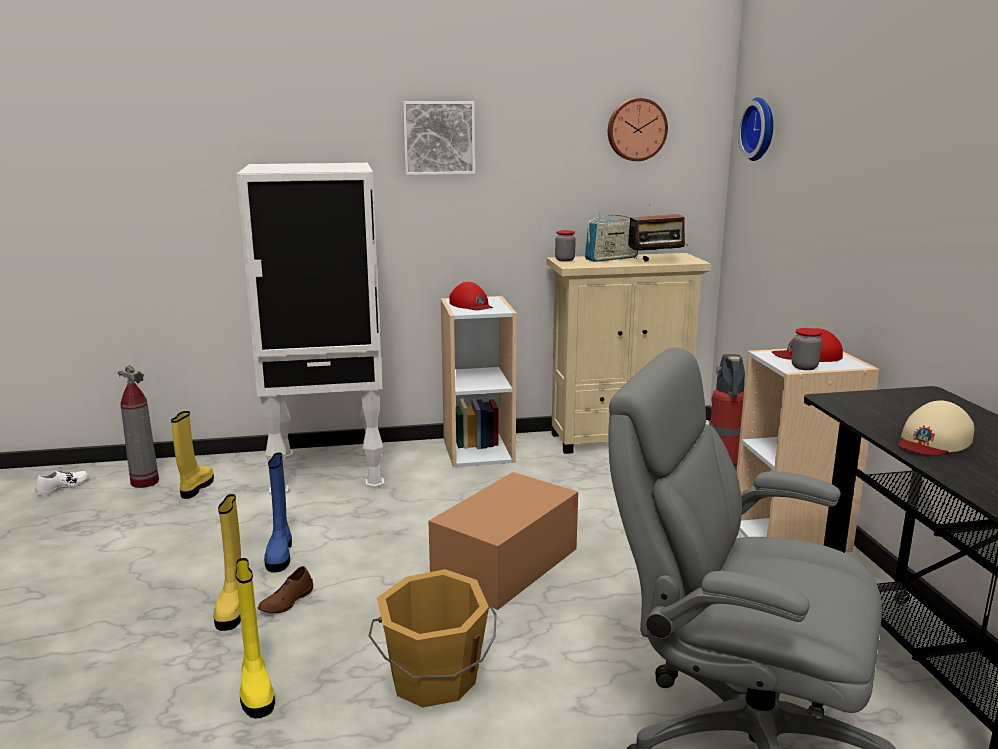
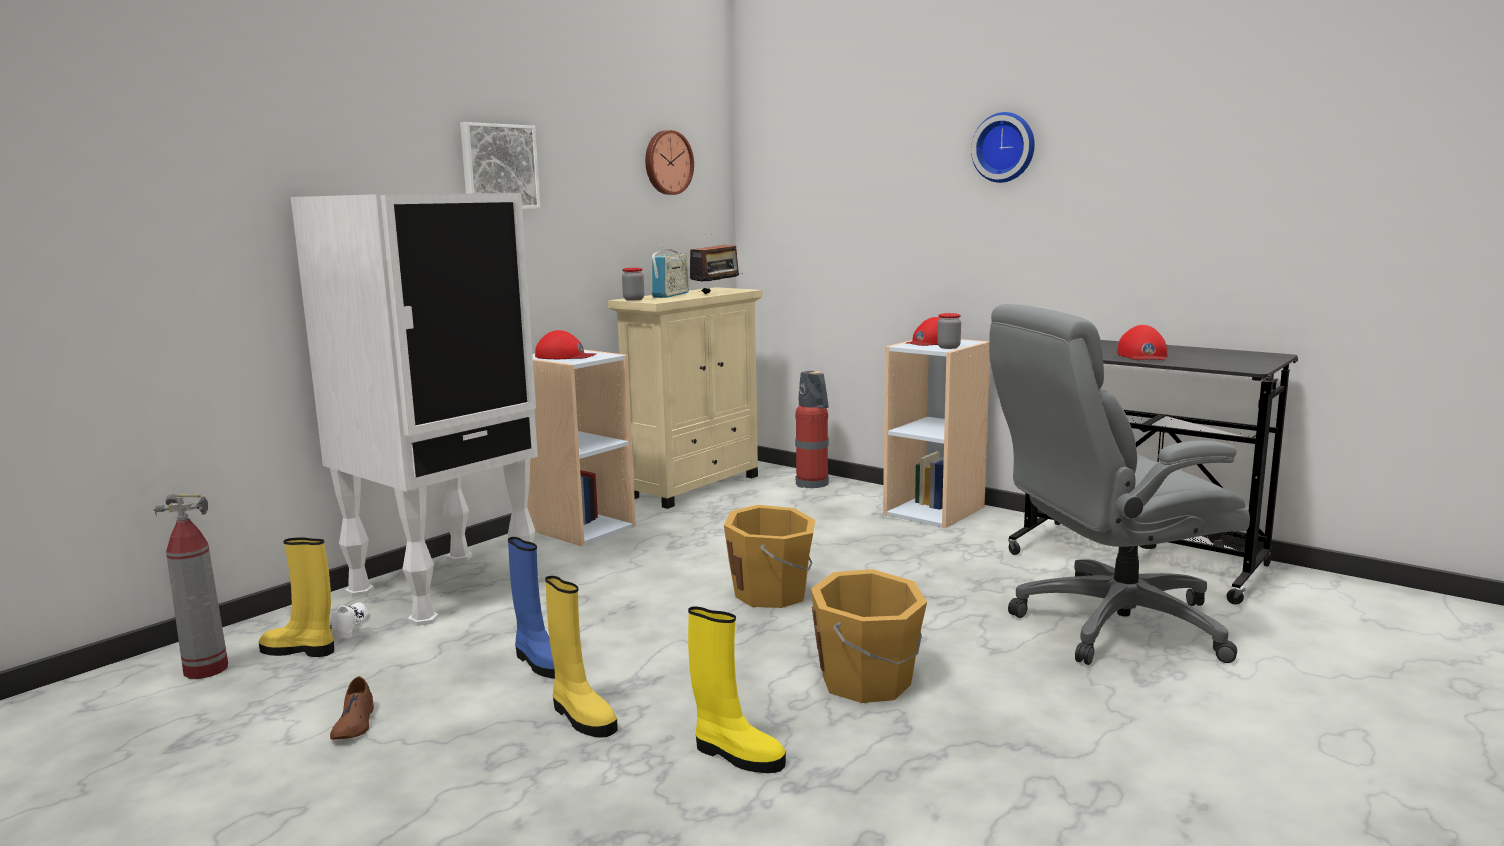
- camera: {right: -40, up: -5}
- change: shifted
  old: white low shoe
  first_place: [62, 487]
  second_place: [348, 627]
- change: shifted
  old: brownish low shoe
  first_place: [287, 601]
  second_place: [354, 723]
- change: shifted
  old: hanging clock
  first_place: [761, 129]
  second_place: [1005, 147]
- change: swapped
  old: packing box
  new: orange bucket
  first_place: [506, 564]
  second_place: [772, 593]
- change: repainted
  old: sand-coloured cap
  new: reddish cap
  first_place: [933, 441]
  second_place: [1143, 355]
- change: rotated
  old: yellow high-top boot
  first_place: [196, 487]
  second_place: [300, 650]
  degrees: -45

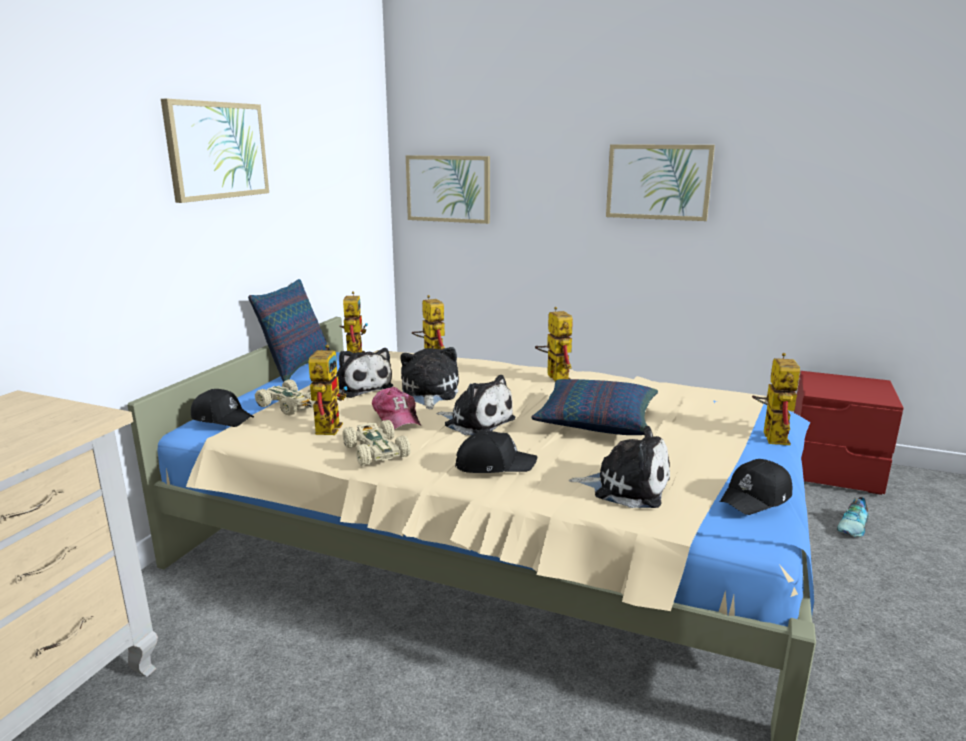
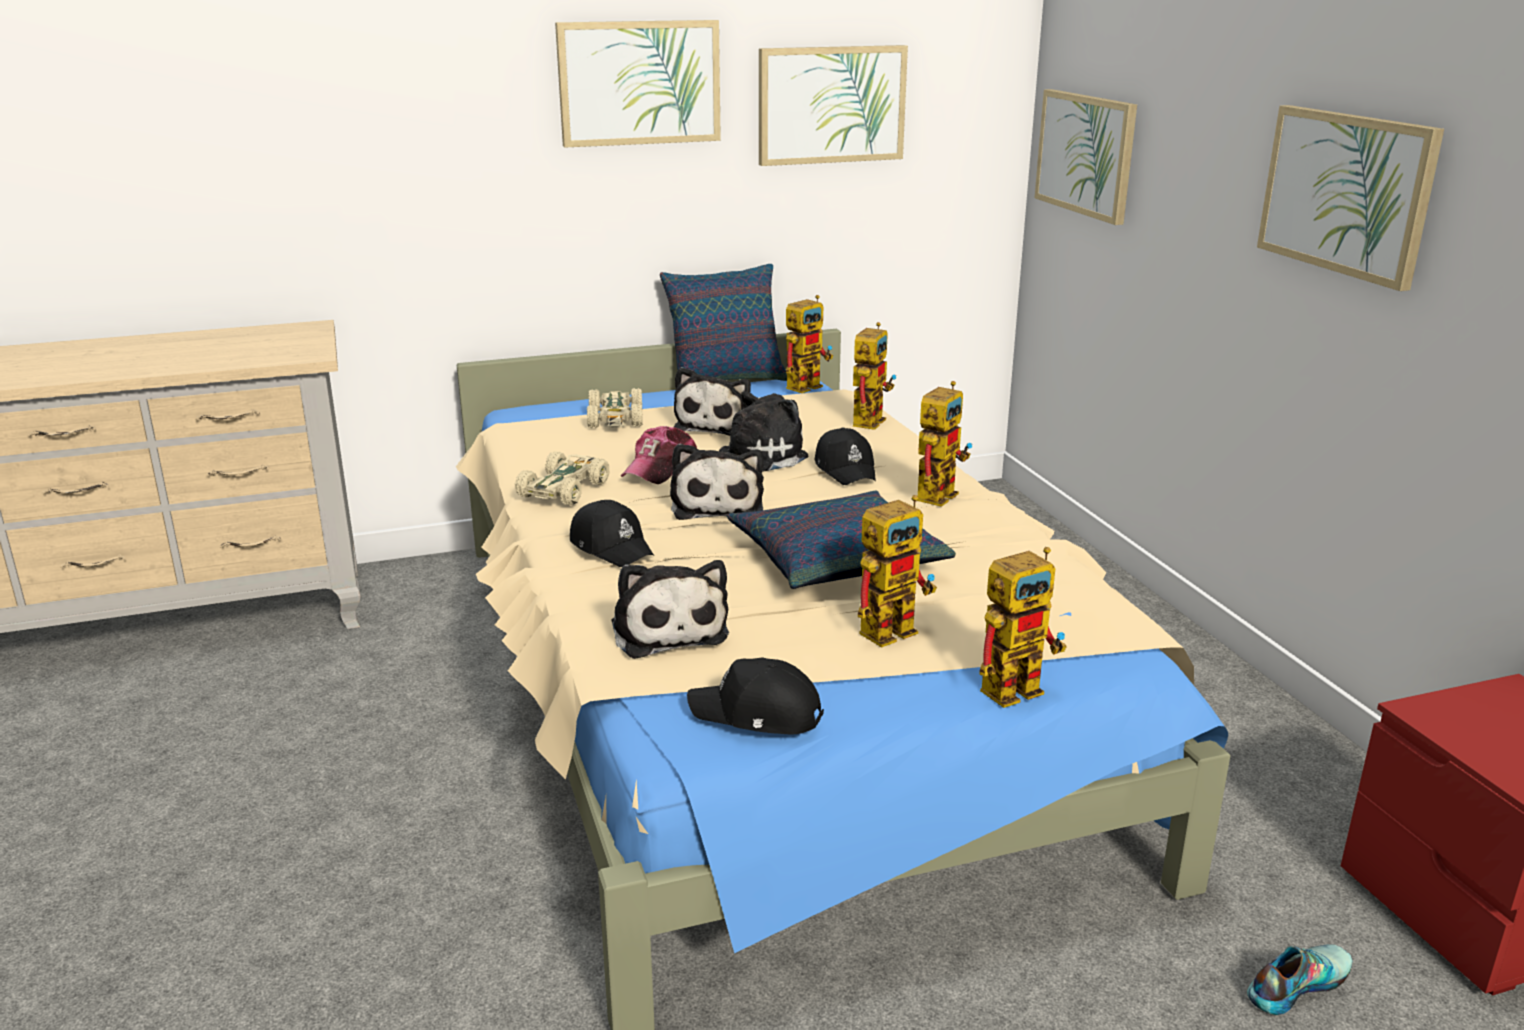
- camera: {right: 50, up: 5}
- change: new
  new: picture
  second_place: [831, 105]
- change: shifted
  old: black-coloured cap
  first_place: [222, 418]
  second_place: [846, 469]
- change: shifted
  old: toy robot
  first_place: [328, 426]
  second_place: [894, 627]
- change: rotated
  old: low shoe
  first_place: [854, 526]
  second_place: [1295, 983]
  degrees: 150

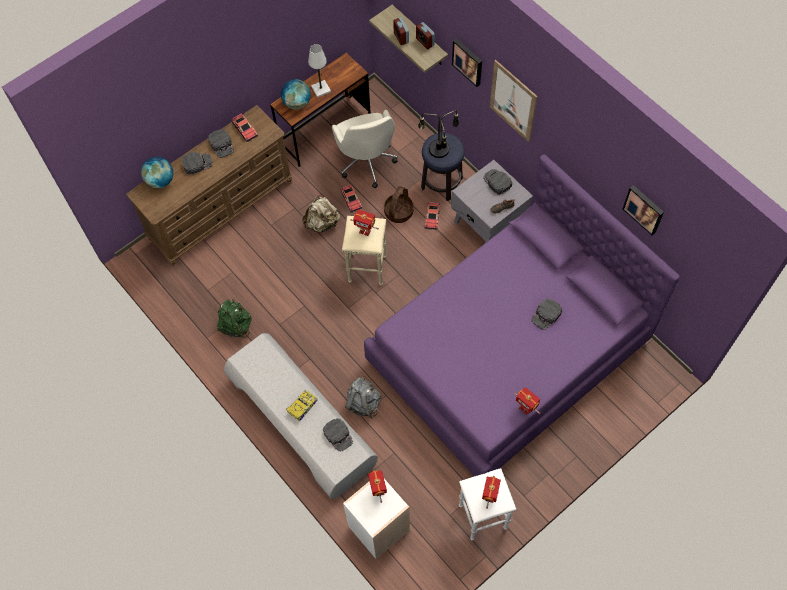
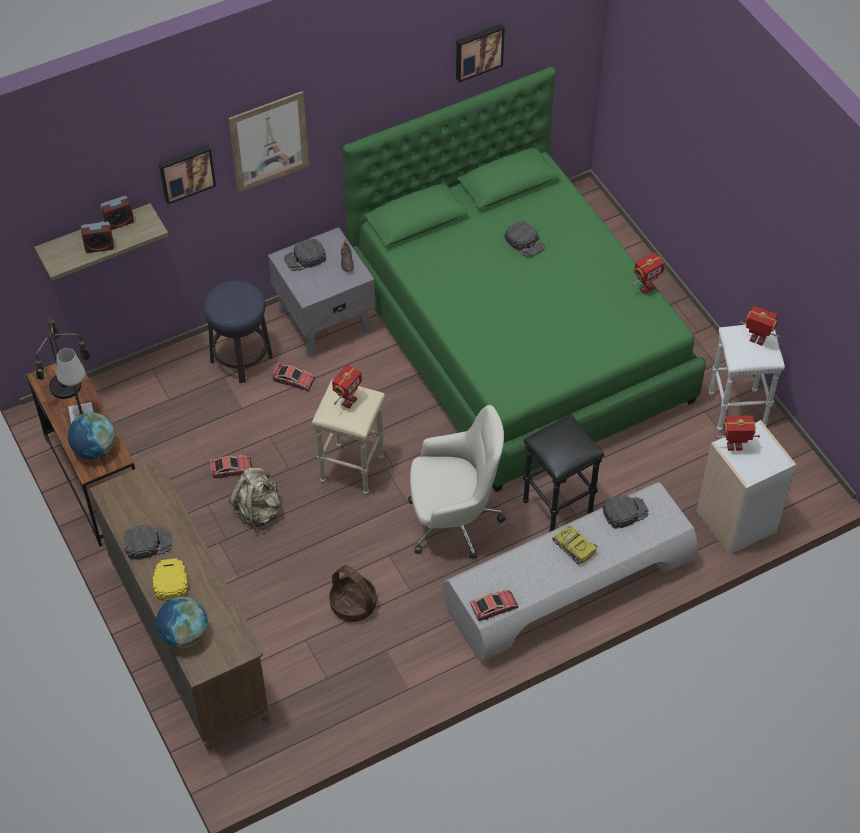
- camera: {right: -80, up: -10}
- change: gone
  old: greenish backpack
  first_place: [236, 325]
- change: shifted
  old: toy car
  first_place: [245, 130]
  second_place: [494, 607]
- change: shifted
  old: sand-coloured computer chair
  first_place: [367, 162]
  second_place: [454, 522]
- change: shifted
  old: basket
  first_place: [398, 211]
  second_place: [353, 604]
- change: shifted
  old: lamp for a table
  first_place: [438, 149]
  second_place: [66, 386]
- change: swapped
  old: greyish backpack
  new: black-coloured stool
  first_place: [363, 403]
  second_place: [557, 508]
- change: repainted
  old: black-coloured cap
  new: yellow cap
  first_place: [197, 163]
  second_place: [170, 580]
- change: repainted
  old: purplish bed
  new: greenish bed
  first_place: [508, 351]
  second_place: [519, 339]

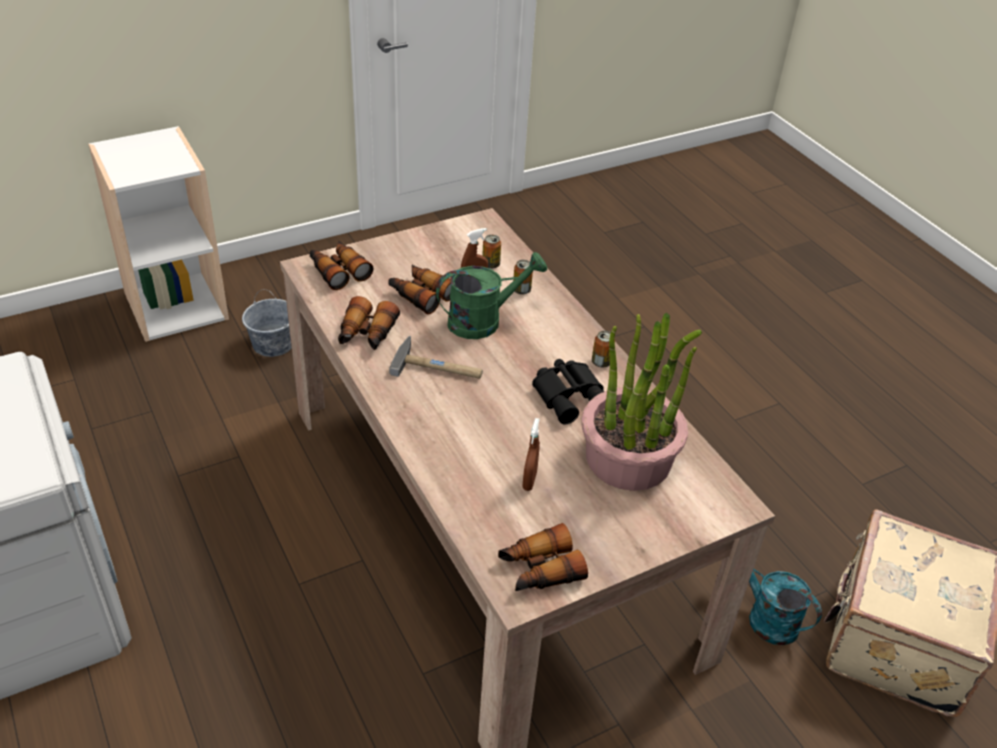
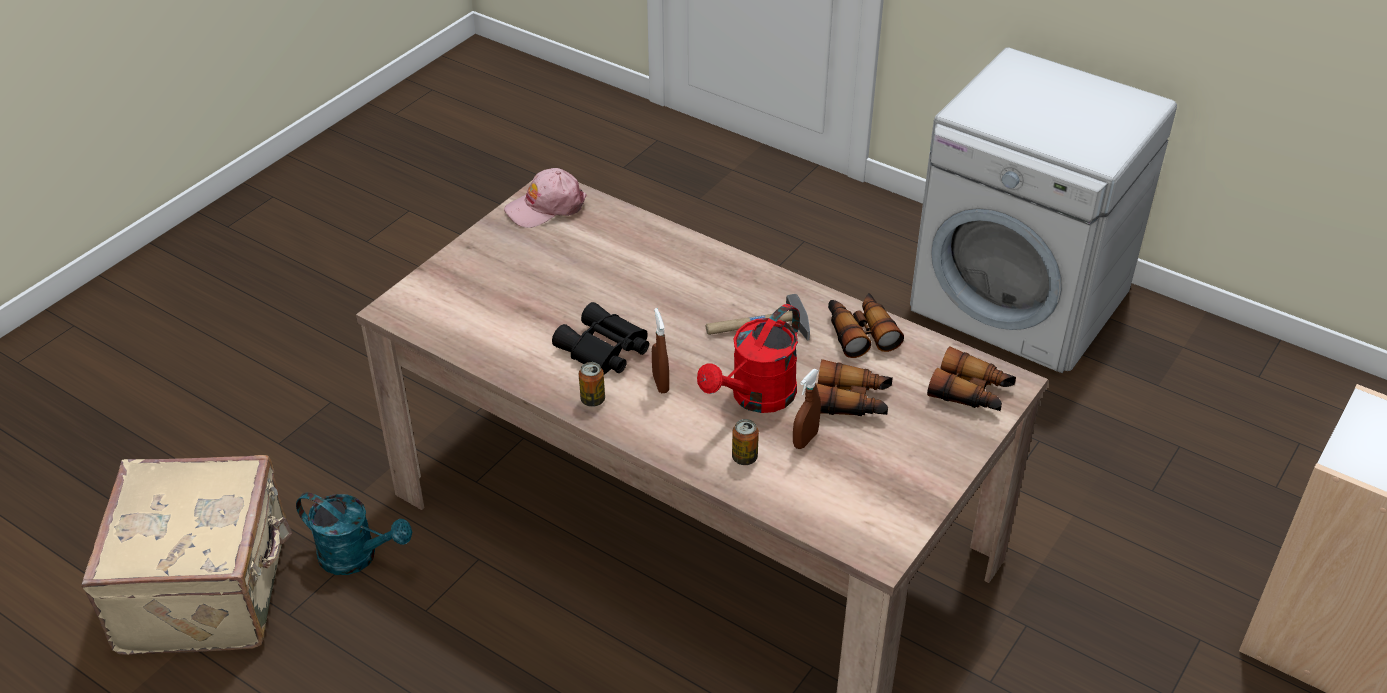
- camera: {right: 155, up: 0}
- change: gone
  old: greyish bucket
  first_place: [273, 343]
- change: gone
  old: can
  first_place: [491, 264]
- change: gone
  old: potted plant
  first_place: [628, 459]
- change: shifted
  old: brownish hand sprayer
  first_place: [529, 481]
  second_place: [660, 383]
- change: swapped
  old: pair of binoculars
  new: pinkish cap
  first_place: [539, 569]
  second_place: [545, 207]
- change: repainted
  old: greenish watering can
  new: reddish watering can
  first_place: [483, 320]
  second_place: [756, 398]

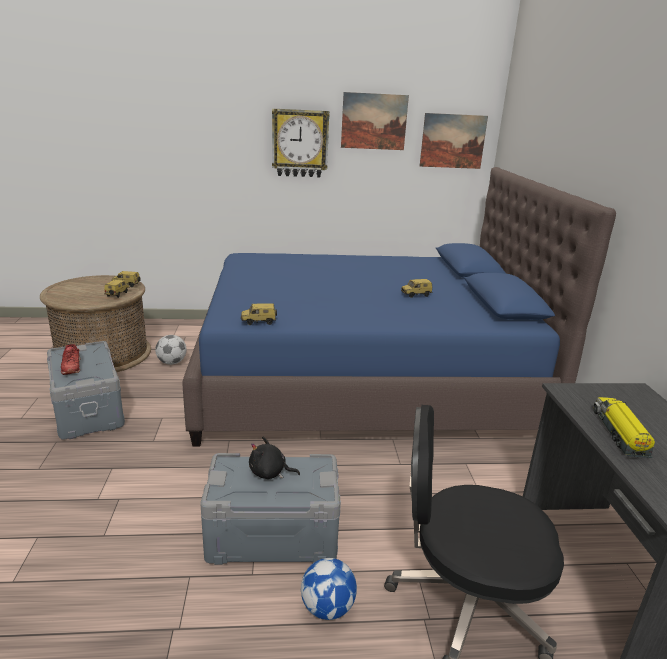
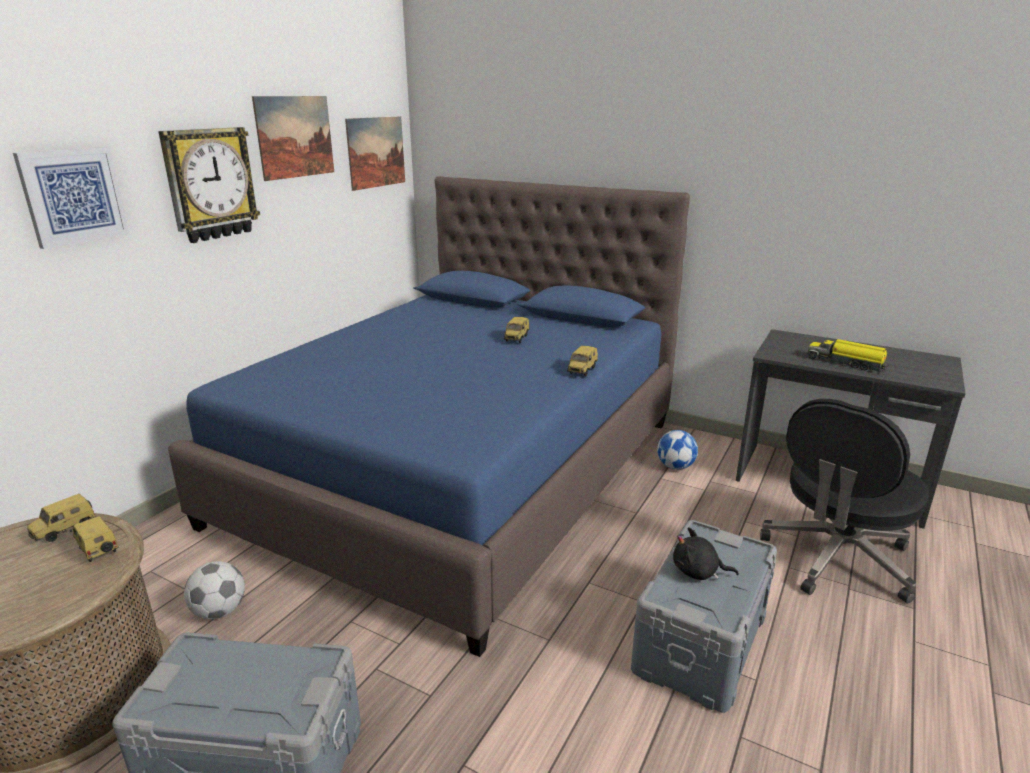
- camera: {right: -55, up: 0}
- change: gone
  old: reddish low shoe
  first_place: [71, 367]
- change: new
  new: picture
  second_place: [73, 196]
- change: shifted
  old: toy car
  first_place: [259, 322]
  second_place: [582, 371]
- change: shifted
  old: ball for football
  first_place: [327, 608]
  second_place: [675, 467]
- change: rotated
  old: black-coloured plush toy
  first_place: [270, 473]
  second_place: [698, 572]
  degrees: 60

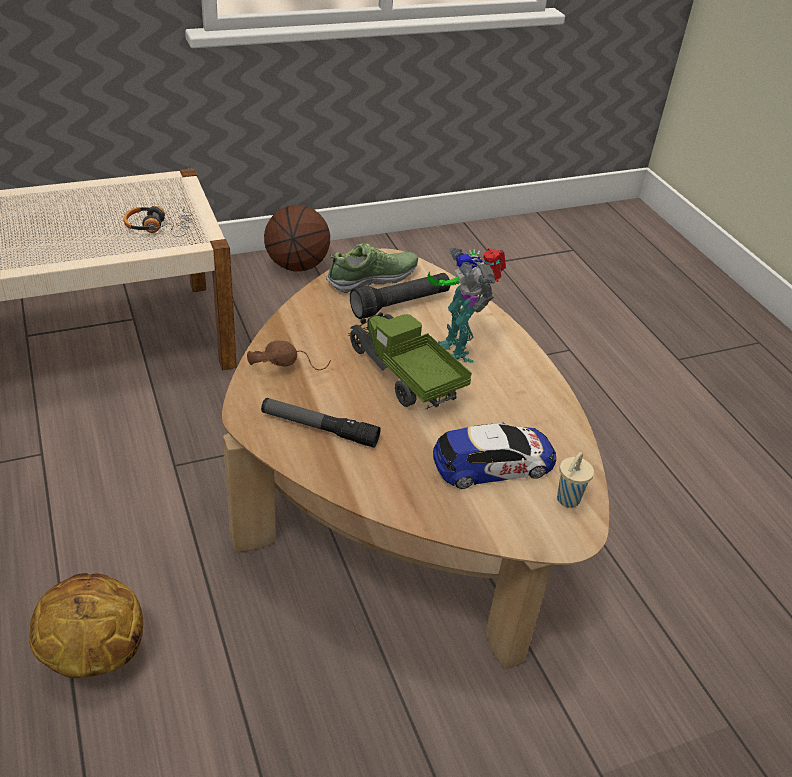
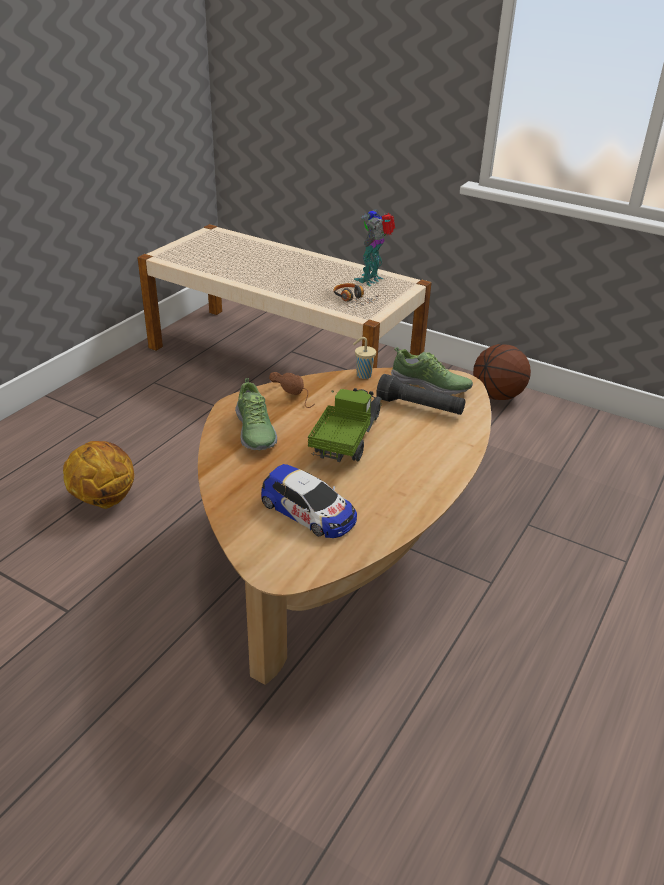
- camera: {right: 55, up: -5}
- change: shifted
  old: toy robot
  first_place: [455, 350]
  second_place: [372, 280]
- change: shifted
  old: sand-coloured small cup
  first_place: [567, 500]
  second_place: [363, 375]
- change: swapped
  old: hand torch
  new: low shoe
  first_place: [319, 428]
  second_place: [254, 431]

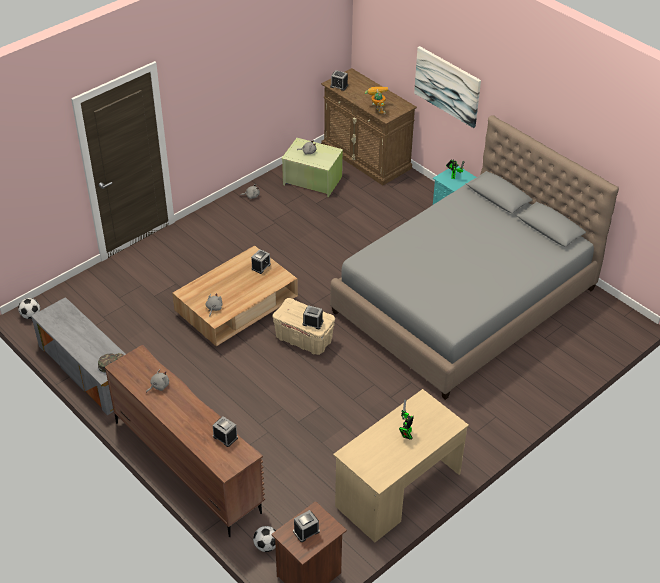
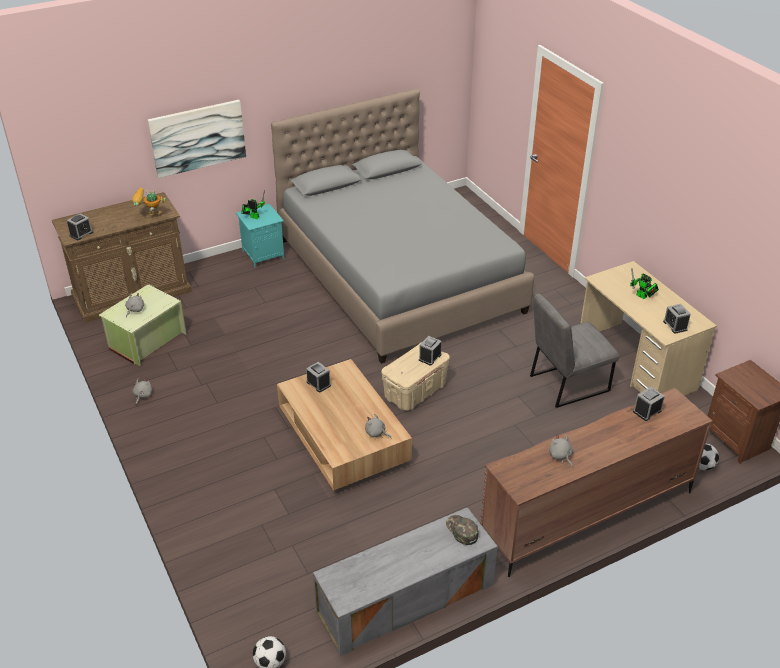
- camera: {right: -75, up: -5}
- change: new
  new: greyish chair
  second_place: [567, 383]
- change: shifted
  old: bedside clock
  first_place: [306, 531]
  second_place: [675, 325]

